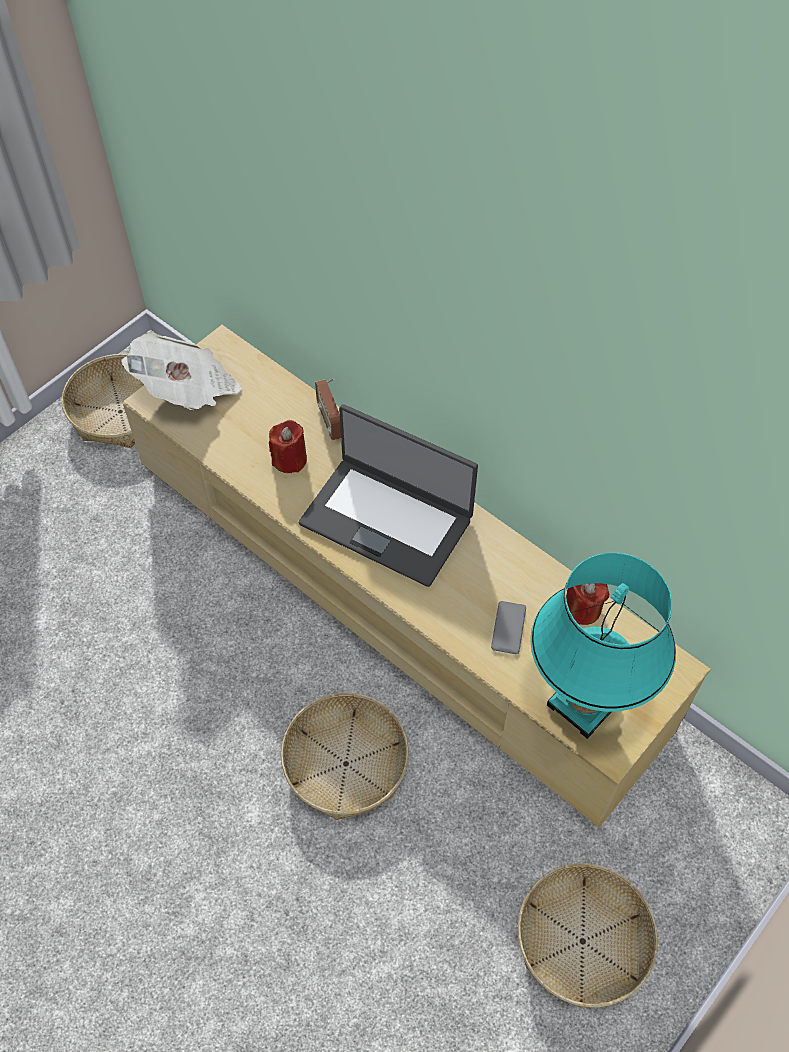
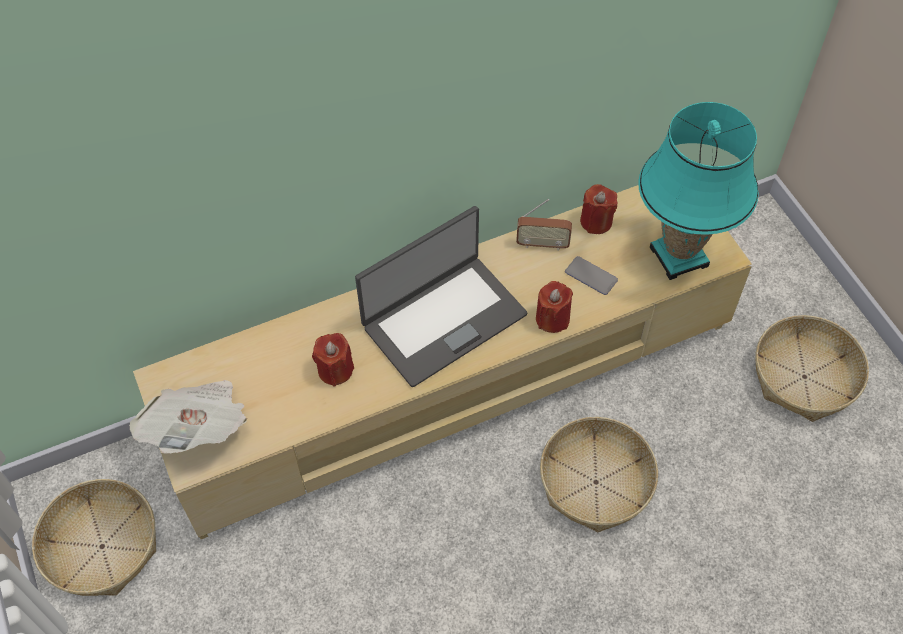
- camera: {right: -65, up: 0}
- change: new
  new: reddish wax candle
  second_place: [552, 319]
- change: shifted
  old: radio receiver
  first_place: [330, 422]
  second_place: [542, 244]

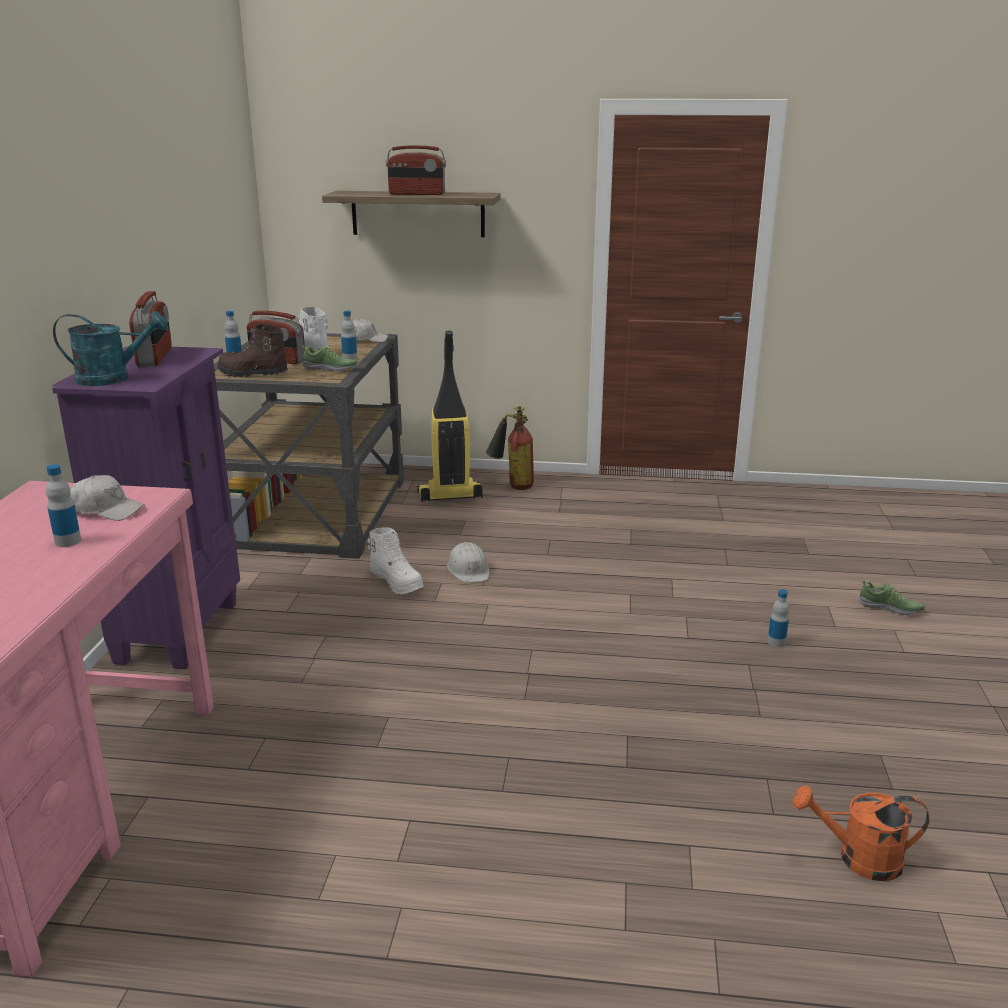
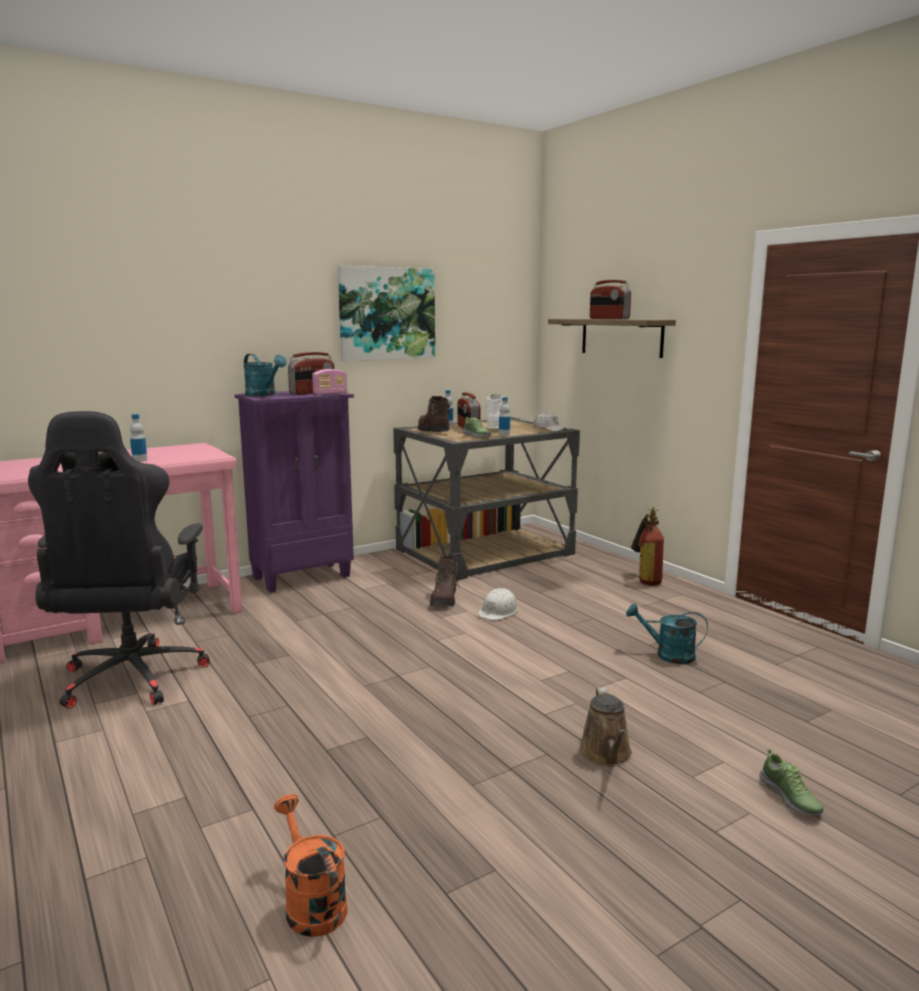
- camera: {right: 50, up: -10}
- change: gone
  old: white cap
  first_place: [107, 510]
- change: gone
  old: hoover
  first_place: [449, 496]
- change: new
  new: black-coloured computer chair
  second_place: [133, 676]
- change: new
  new: radio receiver
  second_place: [330, 394]
- change: new
  new: picture
  second_place: [387, 313]
- change: new
  new: turquoise watering can
  second_place: [668, 655]
- change: swapped
  old: beverage bottle
  new: brownish watering can
  first_place: [776, 642]
  second_place: [606, 755]
- change: repainted
  old: white high-top boot
  new: brownish high-top boot
  first_place: [397, 582]
  second_place: [445, 600]

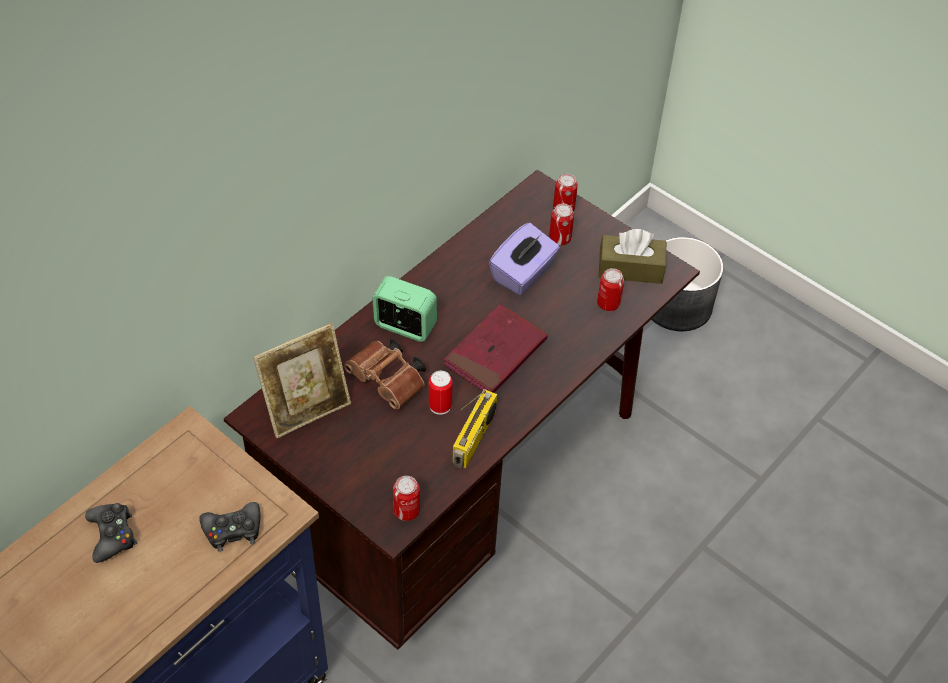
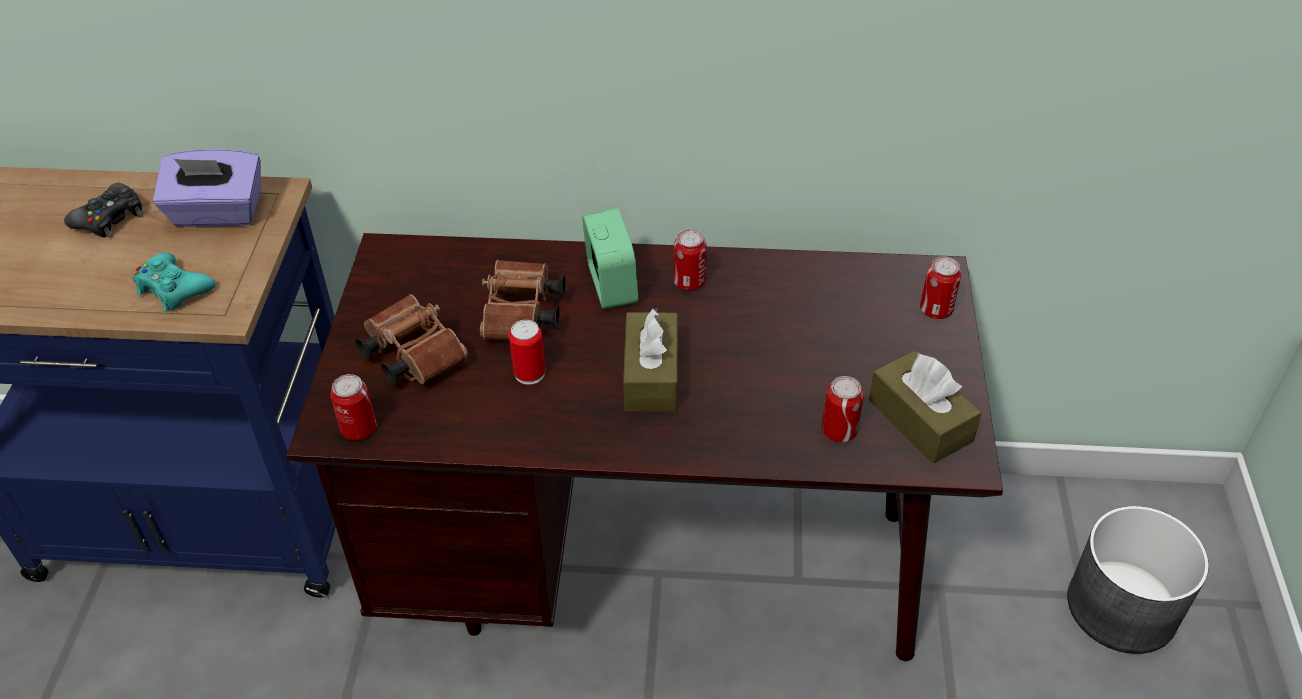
- camera: {right: 55, up: -5}
- change: gone
  old: photo frame
  first_place: [307, 409]
- change: gone
  old: radio receiver
  first_place: [474, 439]
- change: new
  new: brownish pair of binoculars
  second_place: [411, 354]
- change: shifted
  old: purplish box of tissues
  first_place: [523, 274]
  second_place: [217, 213]
- change: shifted
  old: can
  first_place: [560, 238]
  second_place: [689, 282]
- change: swapped
  old: reddish volume
  new: brownish box of tissues
  first_place: [495, 353]
  second_place: [651, 375]
- change: repainted
  old: black-coloured gamepad
  new: turquoise gamepad
  first_place: [233, 530]
  second_place: [174, 289]

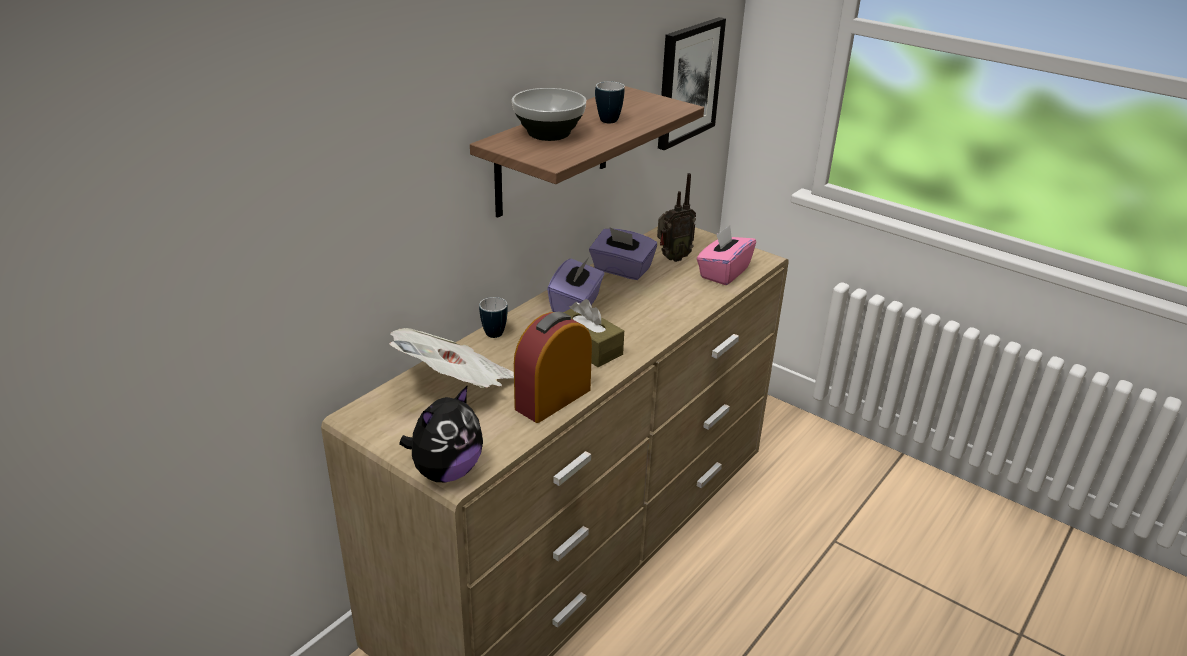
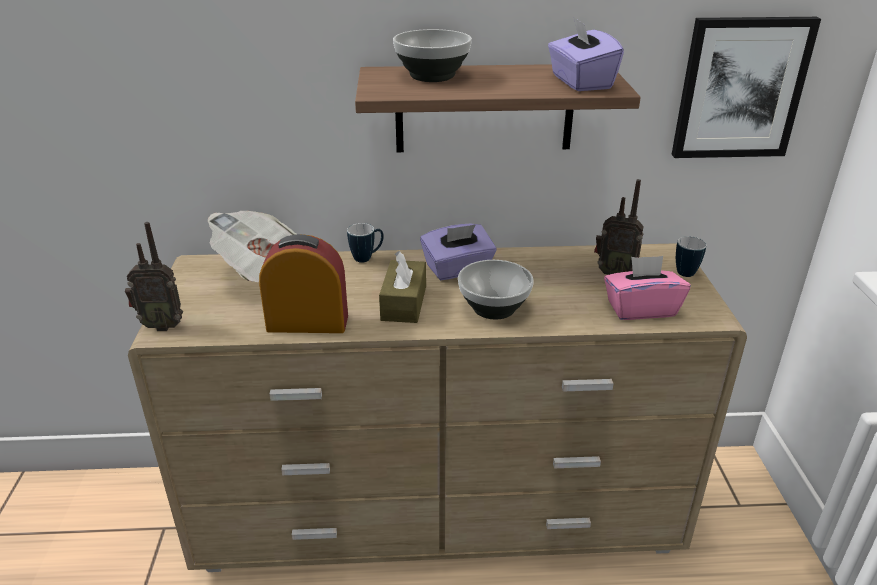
- camera: {right: 50, up: 0}
- change: new
  new: deep dish
  second_place: [492, 308]
- change: shifted
  old: purplish box of tissues
  first_place: [621, 270]
  second_place: [580, 82]
- change: shifted
  old: mug
  first_place: [605, 119]
  second_place: [685, 270]
- change: swapped
  old: plush toy
  new: radio receiver
  first_place: [446, 471]
  second_place: [162, 325]

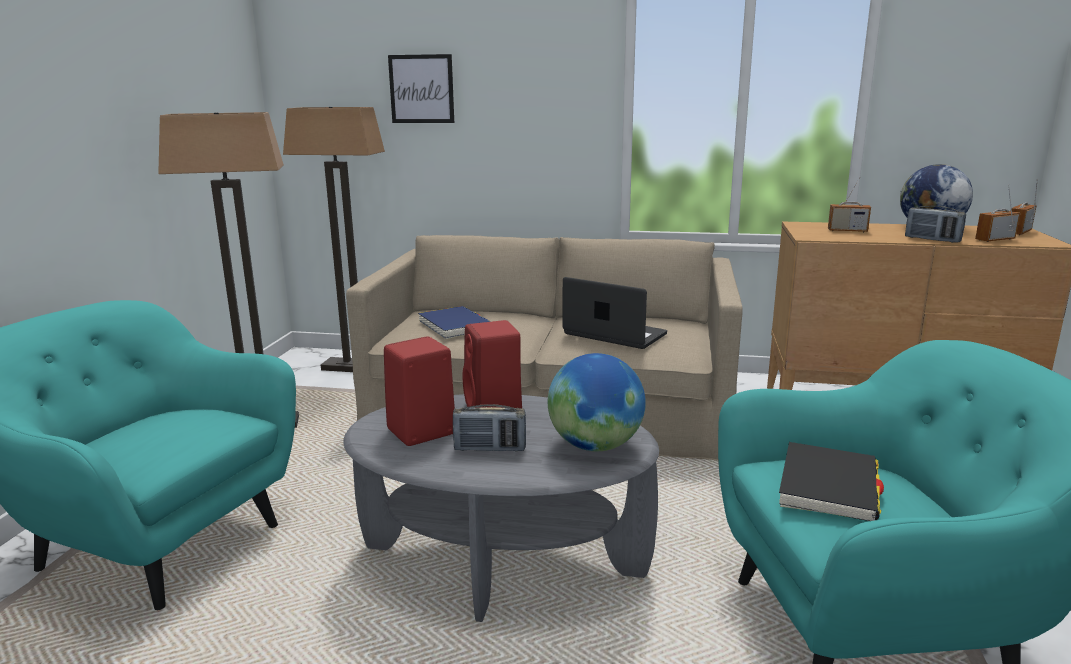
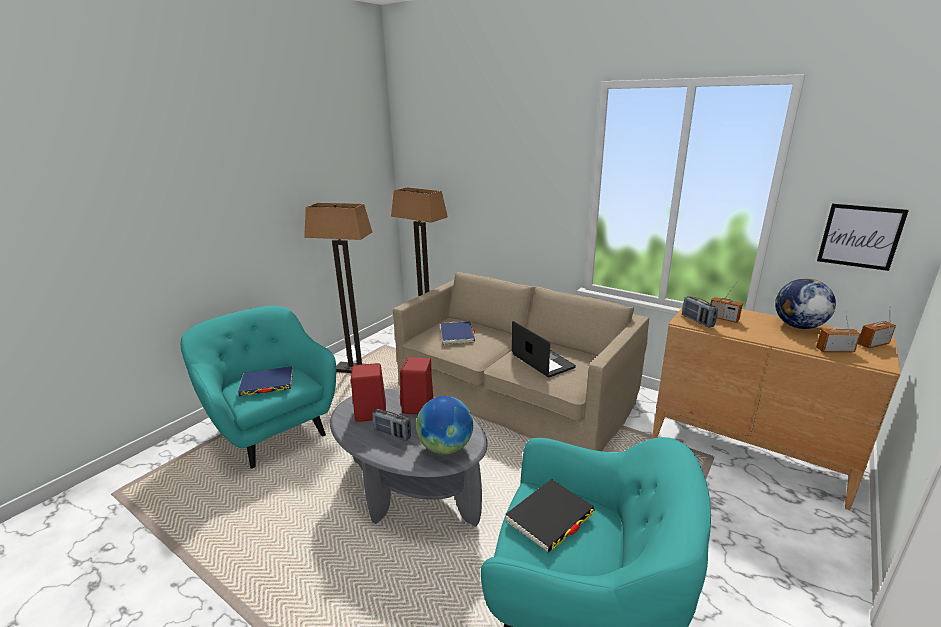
- camera: {right: 25, up: 5}
- change: new
  new: bluish volume
  second_place: [267, 384]
- change: shifted
  old: picture
  first_place: [421, 89]
  second_place: [860, 236]
- change: shifted
  old: radio receiver
  first_place: [932, 239]
  second_place: [697, 321]

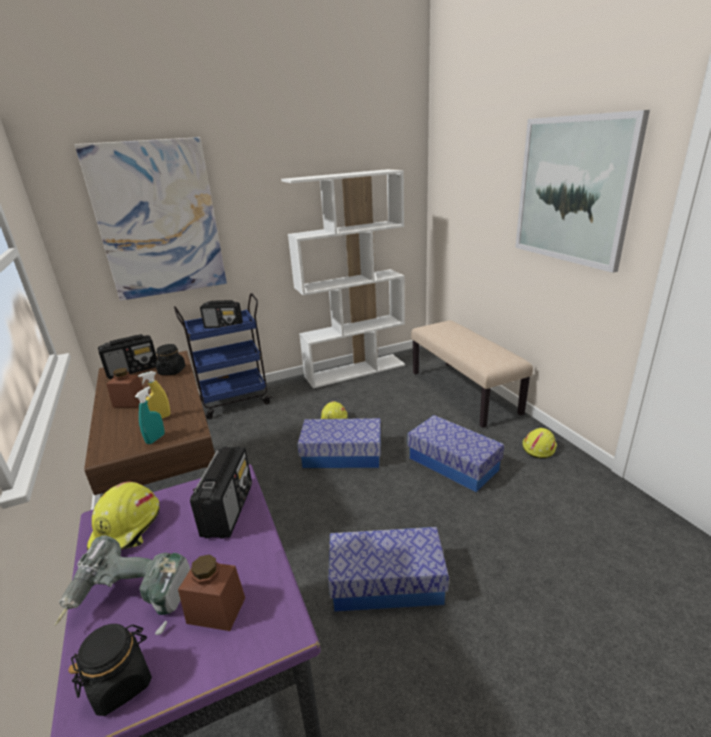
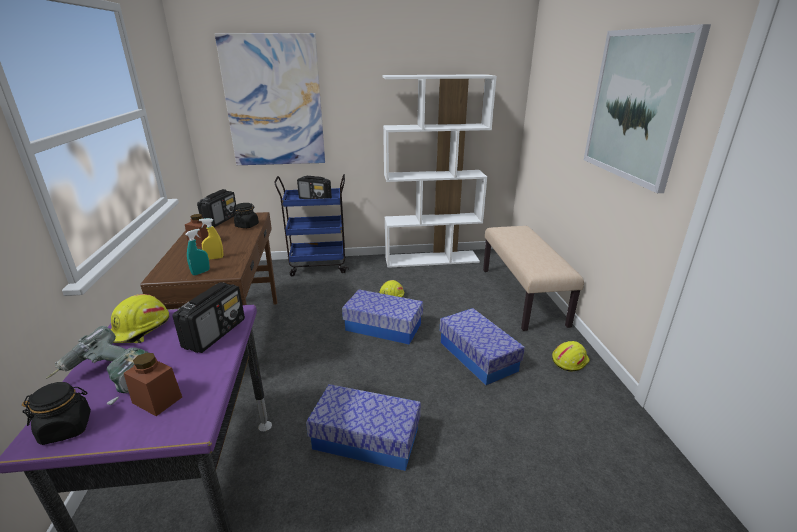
- camera: {right: 15, up: 0}
- change: rotated
  old: radio receiver
  first_place: [133, 370]
  second_place: [220, 220]
  degrees: -60

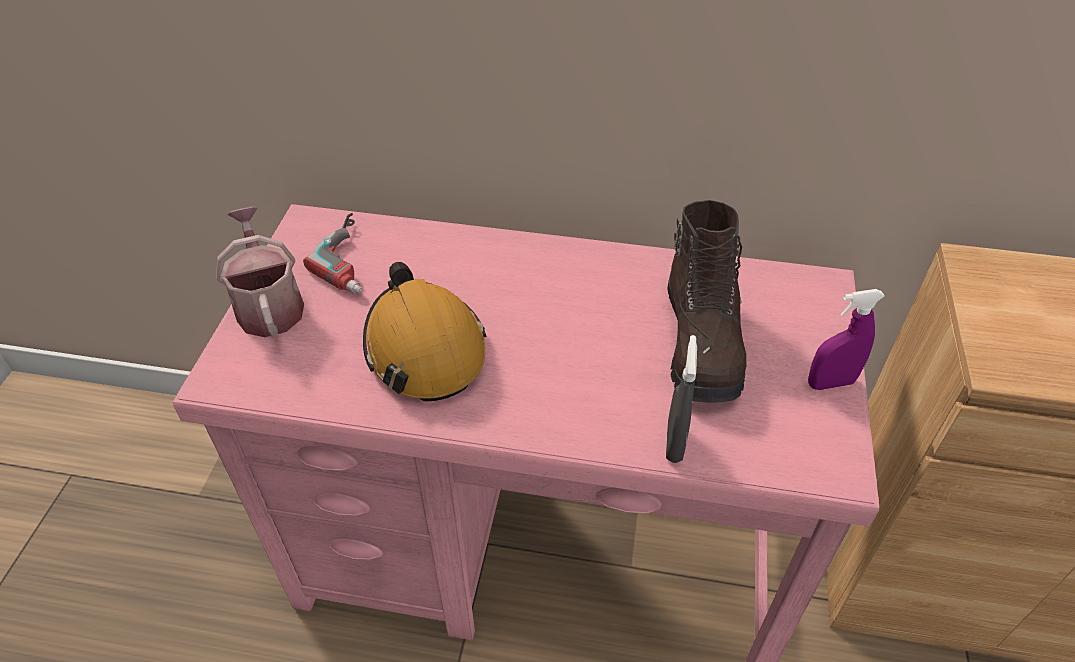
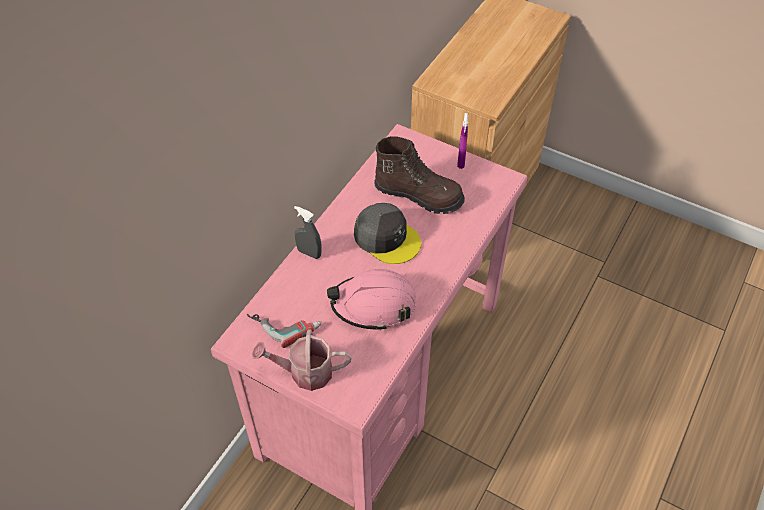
- camera: {right: -70, up: 5}
- change: new
  new: greyish cap
  second_place: [387, 238]
- change: shifted
  old: greyish hand sprayer
  first_place: [674, 443]
  second_place: [309, 253]
- change: repainted
  old: orange hard hat
  new: pinkish hard hat
  first_place: [424, 348]
  second_place: [373, 305]

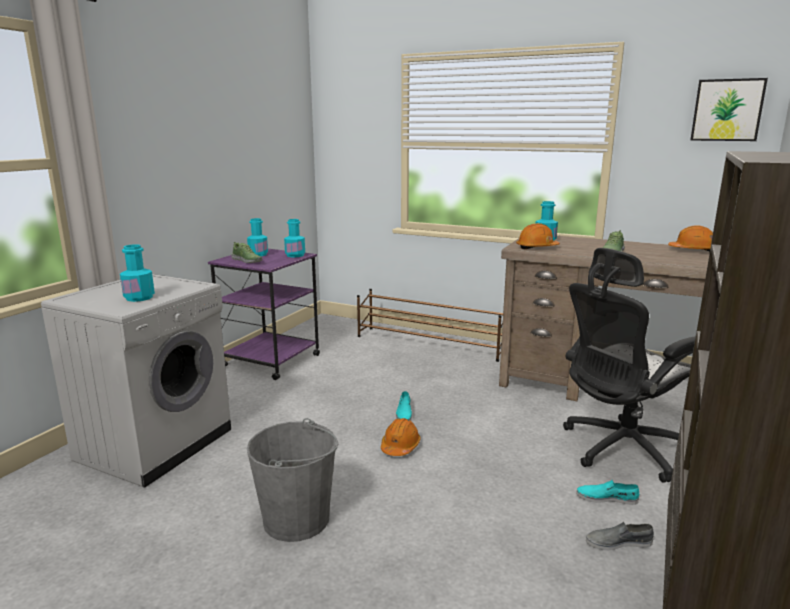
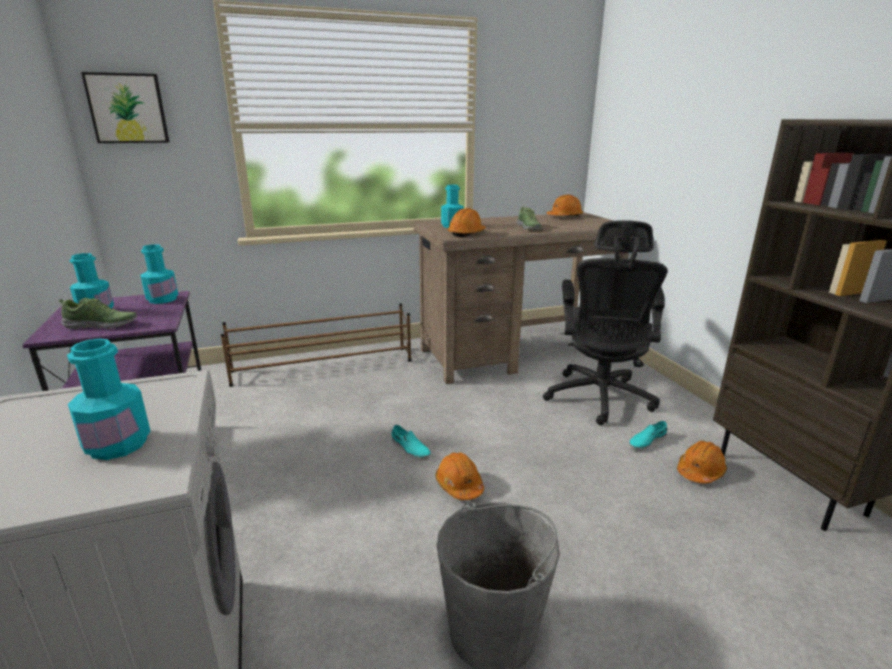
- camera: {right: -45, up: 5}
- change: shifted
  old: picture
  first_place: [727, 110]
  second_place: [128, 108]
- change: swapped
  old: greyish low shoe
  new: orange hard hat
  first_place: [618, 542]
  second_place: [700, 471]

